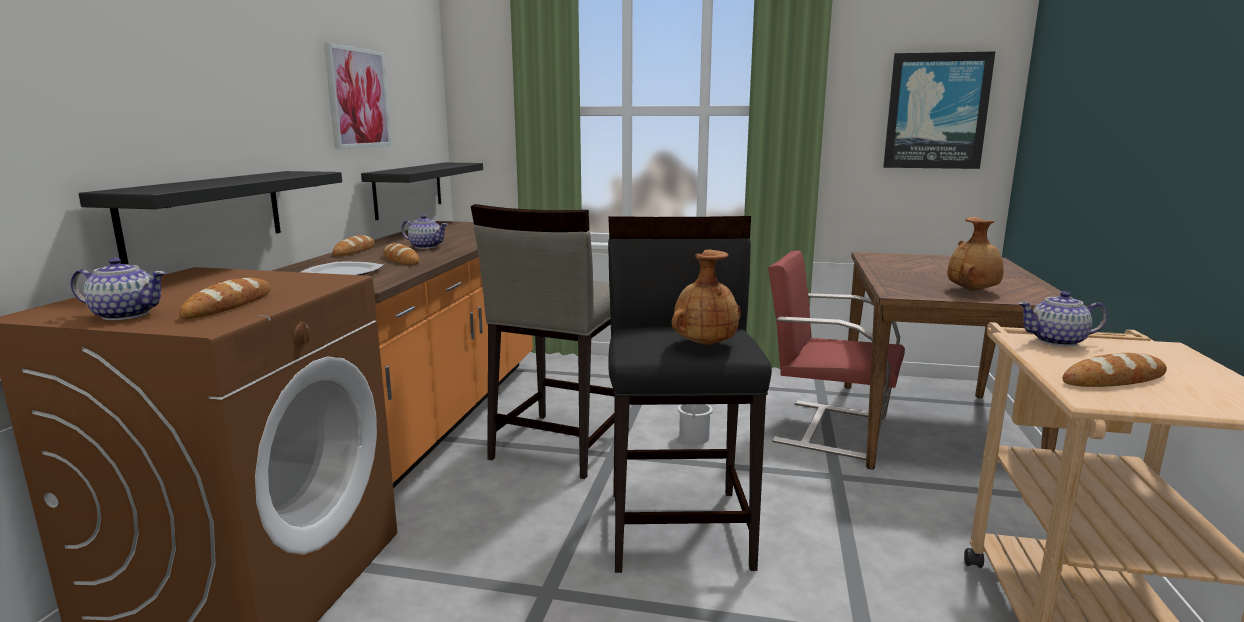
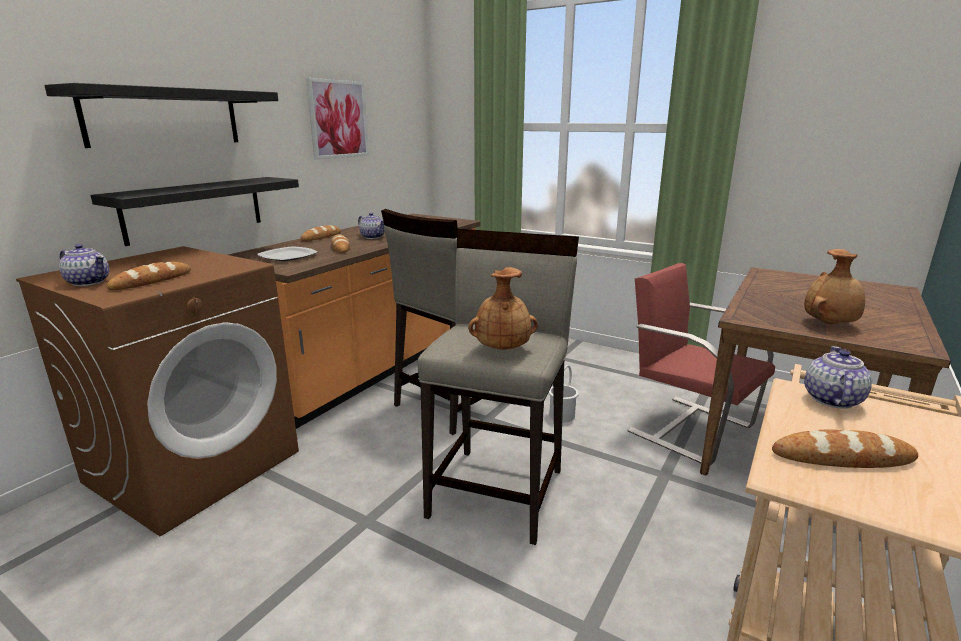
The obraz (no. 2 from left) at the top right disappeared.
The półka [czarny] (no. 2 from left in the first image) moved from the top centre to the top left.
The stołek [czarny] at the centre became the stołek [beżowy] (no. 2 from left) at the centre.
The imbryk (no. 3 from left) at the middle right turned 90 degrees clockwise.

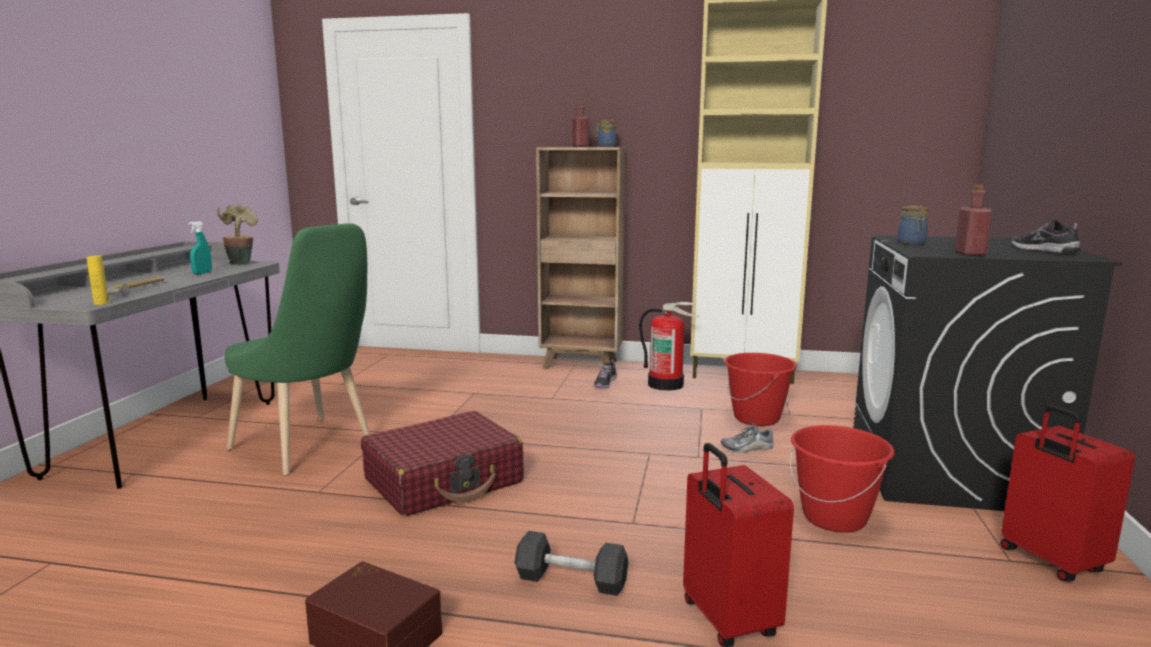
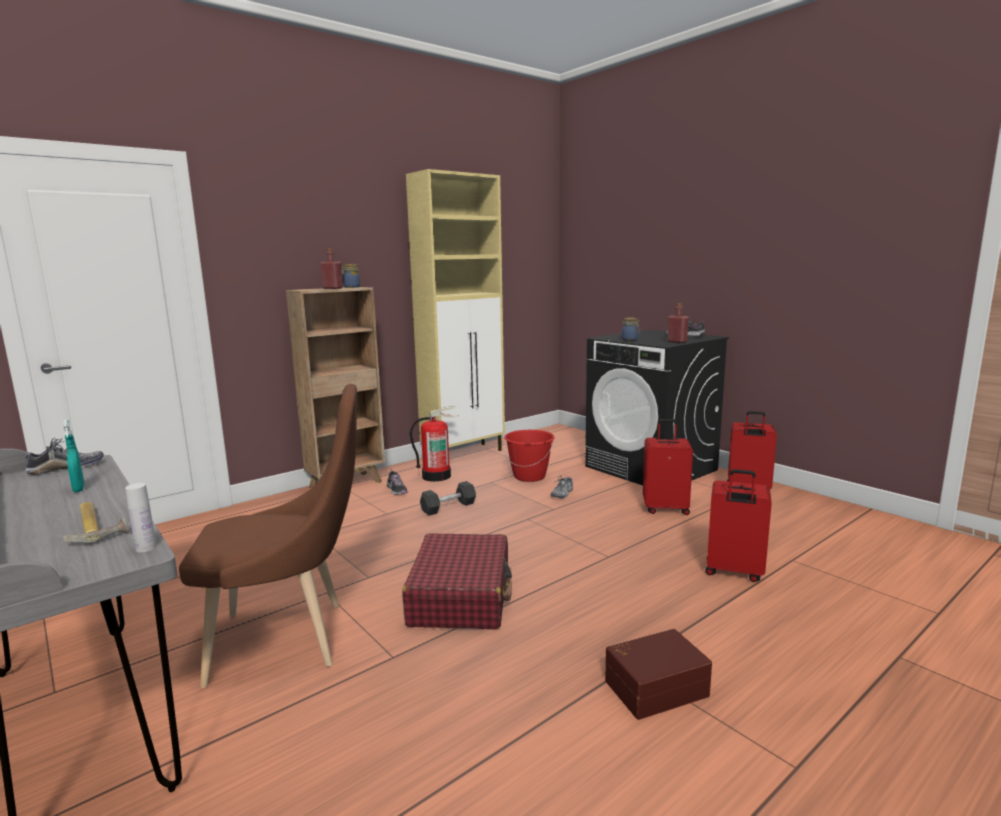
The roślina doniczkowa at the middle left was replaced by the but (no. 1 from left) at the middle left.
The krzesło [zielony] at the middle left became the krzesło [brązowy] at the middle left.
The butelka [żółty] at the middle left became the butelka [biały] at the middle left.
The wiadro [czerwony] (no. 2 from left) at the bottom right was replaced by the walizka [czerwony] (no. 2 from left) at the middle right.
The hantel [szary] moved from the bottom centre to the centre.

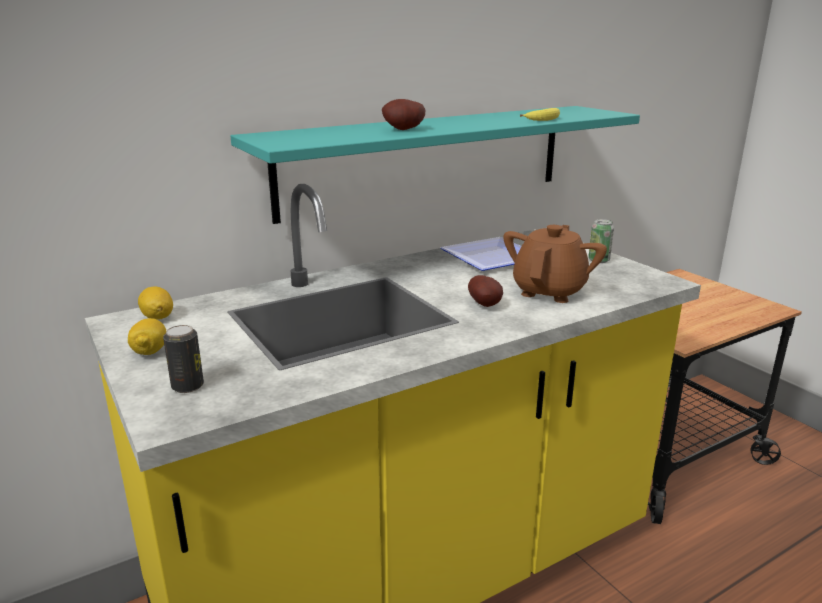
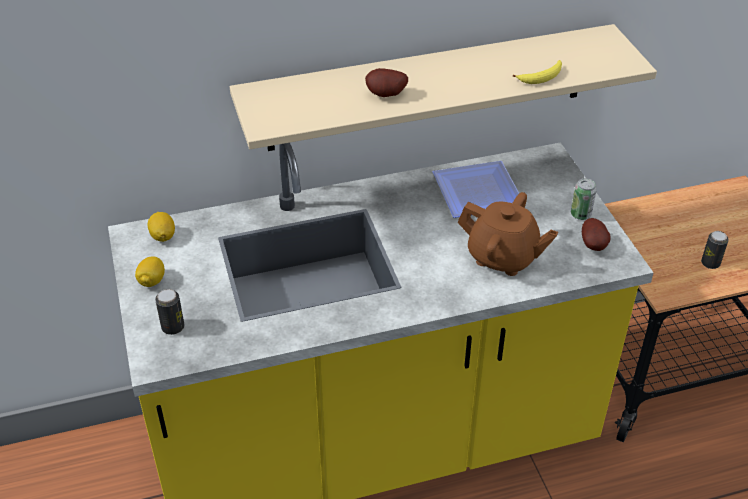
The półka [turkusowy] at the top centre became the półka [beżowy] at the top centre.
The imbryk [brązowy] at the middle right turned 75 degrees clockwise.
The ziemniak (no. 2 from left) moved from the centre to the middle right.
The puszka (no. 3 from left) at the middle right appeared.

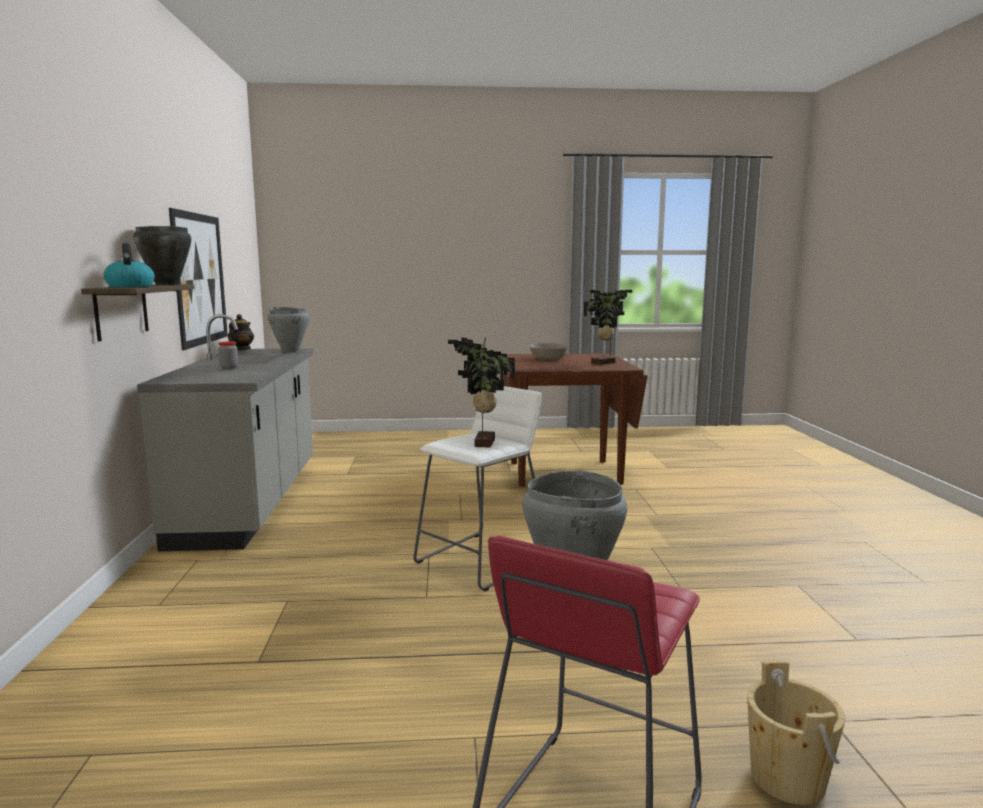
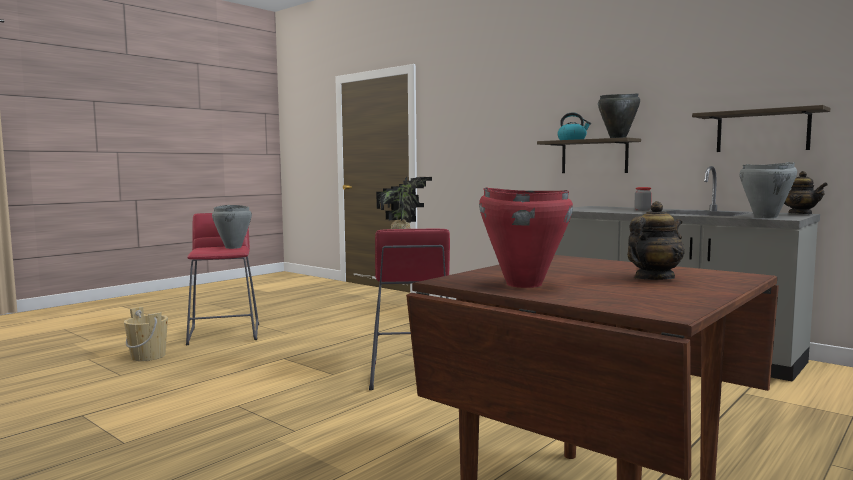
The obraz at the middle left was replaced by the półka (no. 2 from left) at the top right.
The roślina doniczkowa (no. 2 from left) at the centre was replaced by the garnek [czerwony] at the centre.
The miska [szary] at the centre was replaced by the imbryk (no. 1 from left) at the middle right.
The stołek [biały] at the centre became the stołek [czerwony] (no. 2 from left) at the centre.

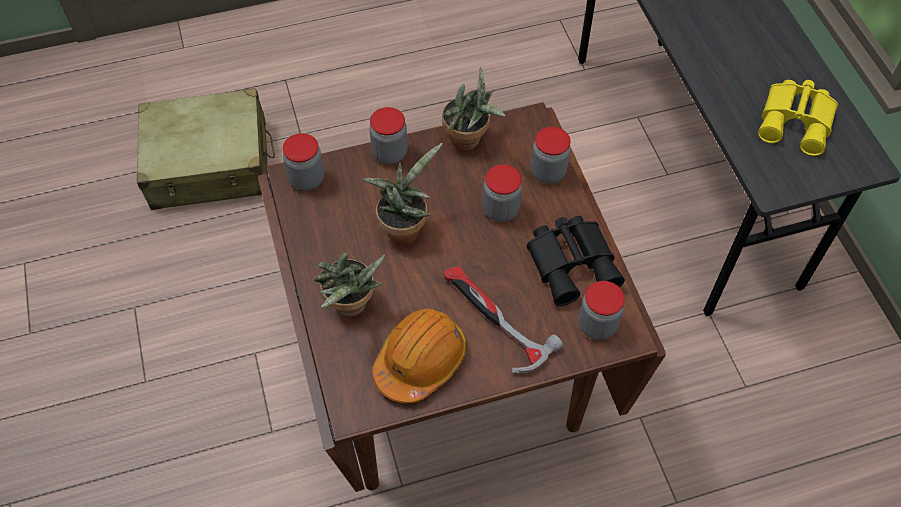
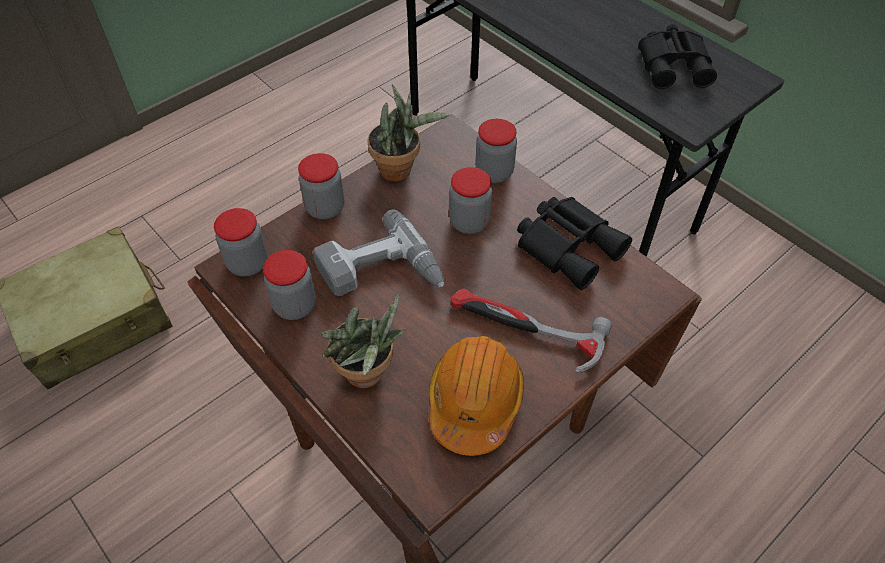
The lornetka [żółty] at the top right became the lornetka [czarny] (no. 2 from left) at the top right.
The roślina doniczkowa (no. 2 from left) at the centre was replaced by the wiertarka at the centre.
The słoik (no. 5 from left in the first image) moved from the middle right to the middle left.

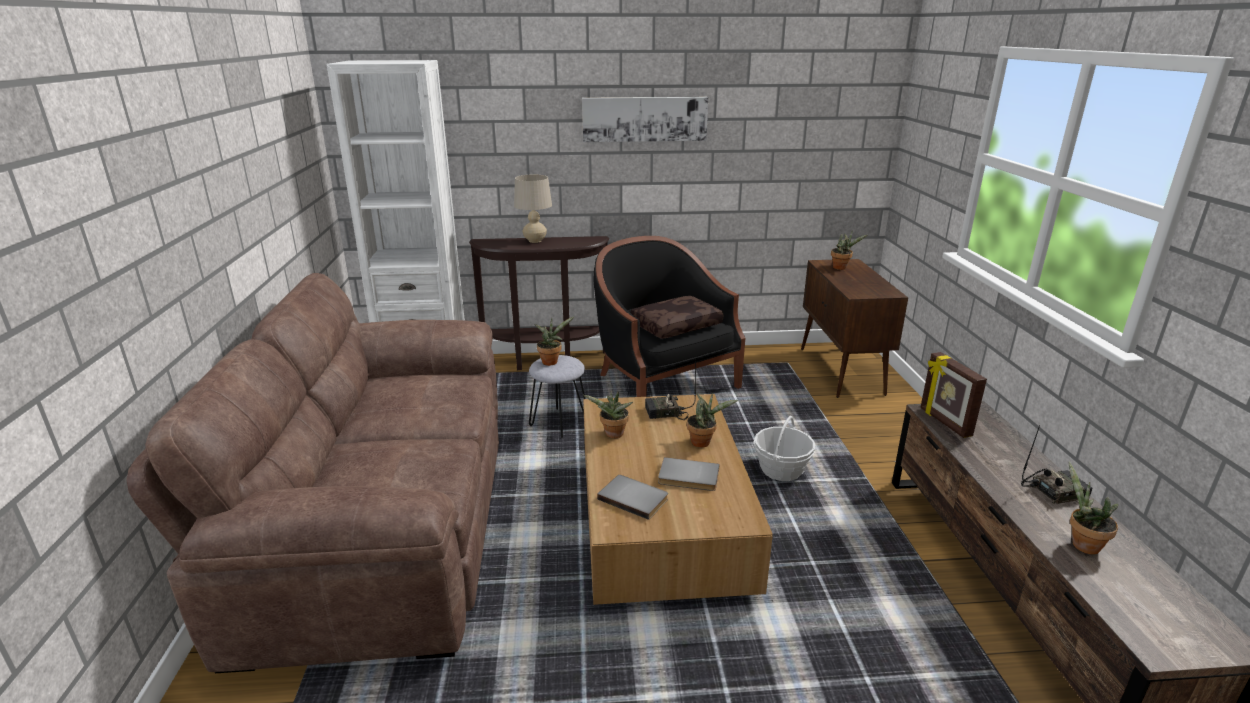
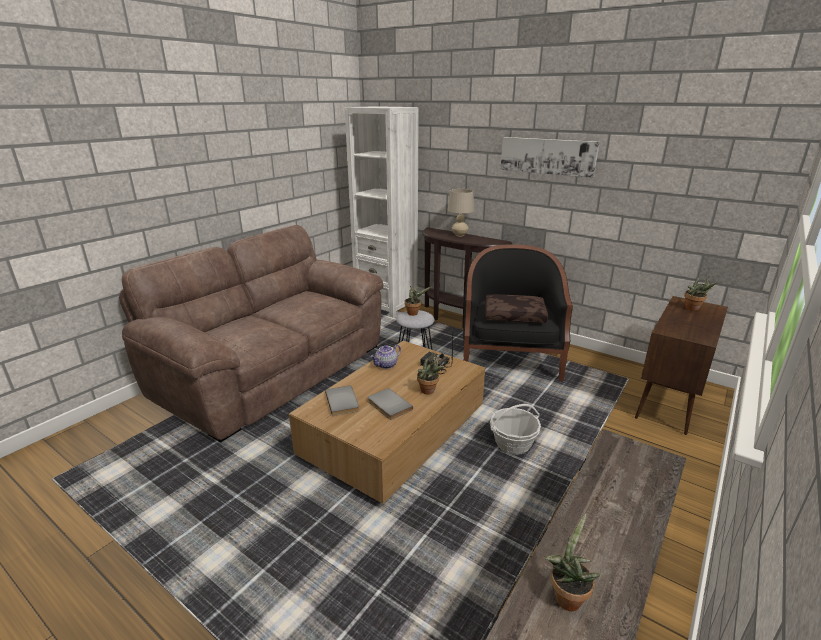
The ramka na zdjęcie at the middle right disappeared.
The roślina doniczkowa (no. 2 from left) at the centre was replaced by the imbryk at the centre.
The radio (no. 2 from left) at the middle right disappeared.

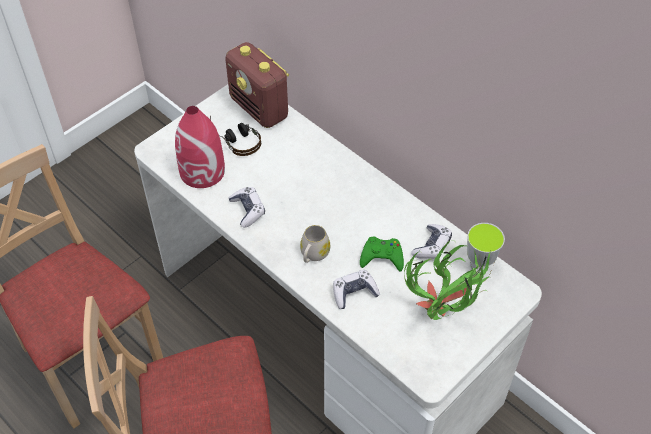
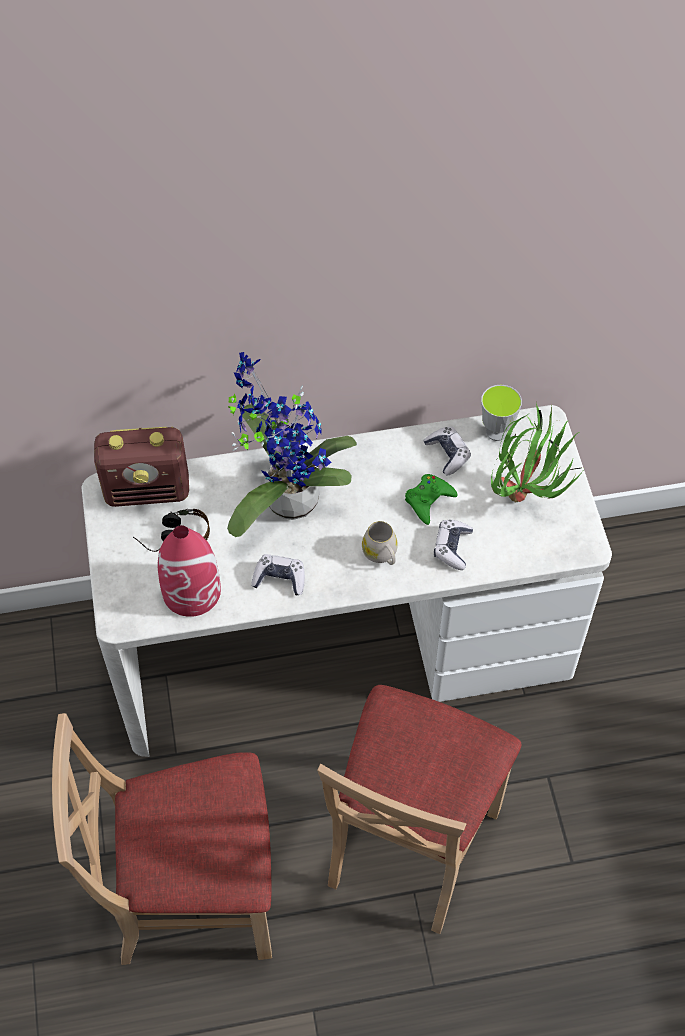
The roślina doniczkowa (no. 1 from left) at the centre appeared.

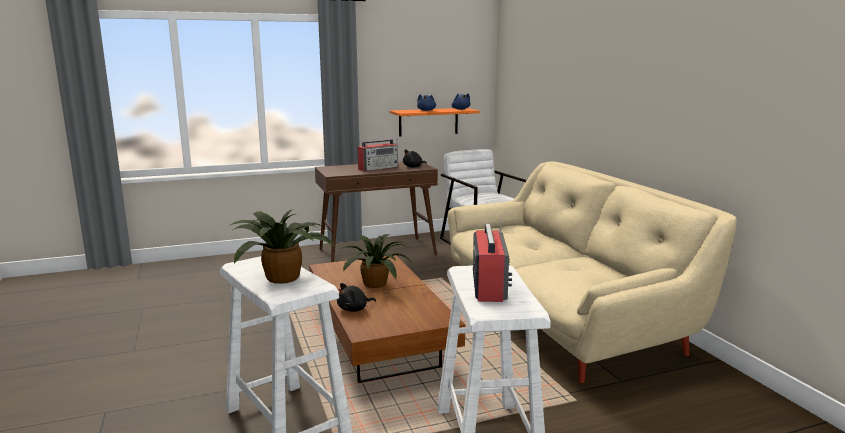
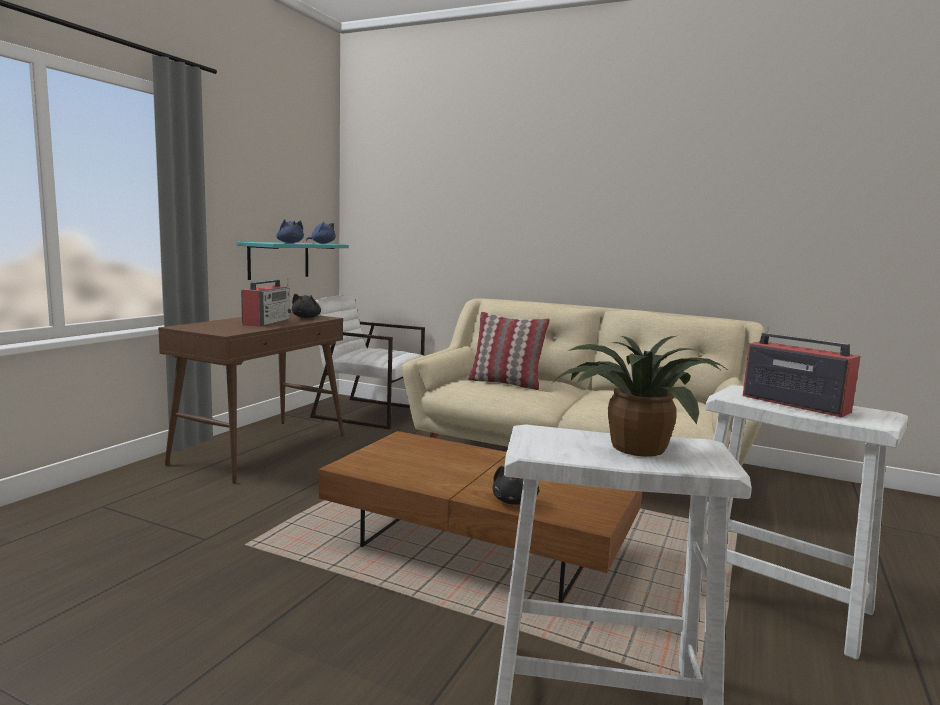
The półka [pomarańczowy] at the top centre became the półka [turkusowy] at the middle left.
The roślina doniczkowa (no. 2 from left) at the centre disappeared.
The poduszka at the centre appeared.

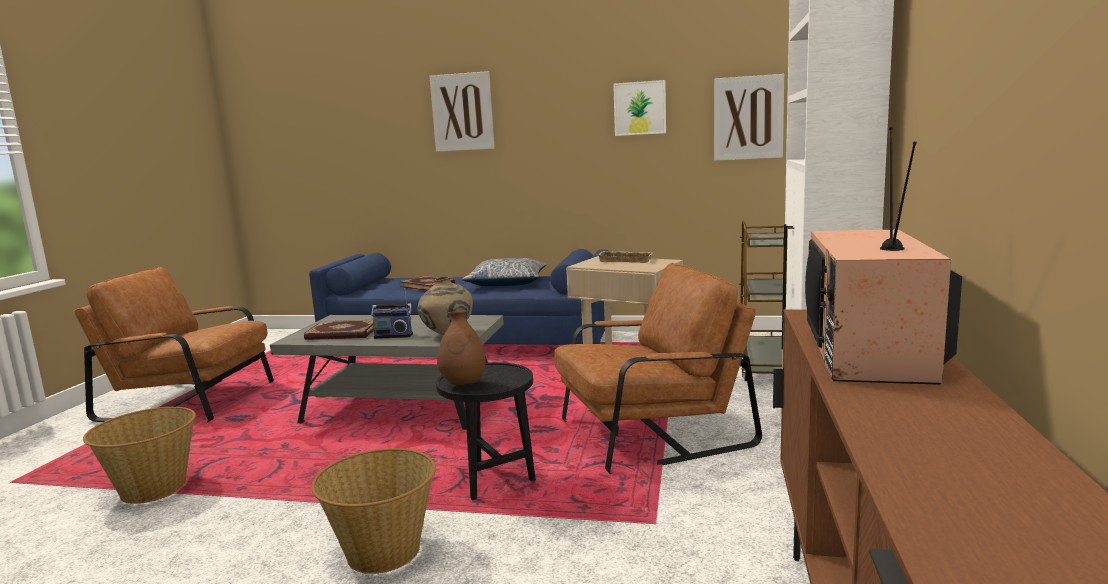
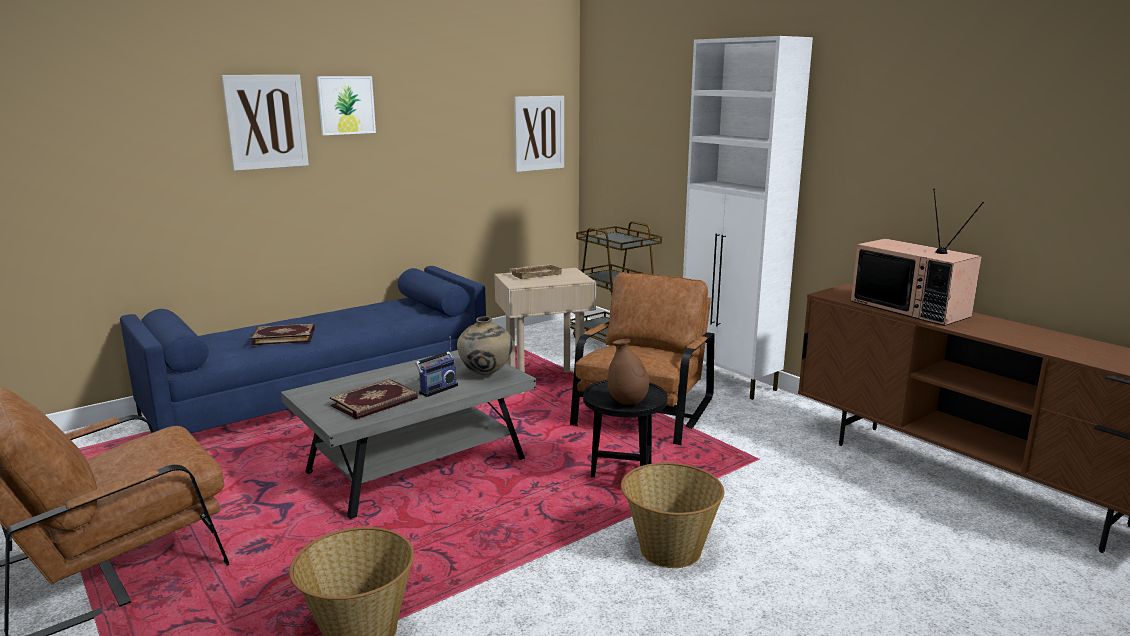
The obraz (no. 2 from left) moved from the top centre to the top left.
The poduszka at the centre disappeared.

